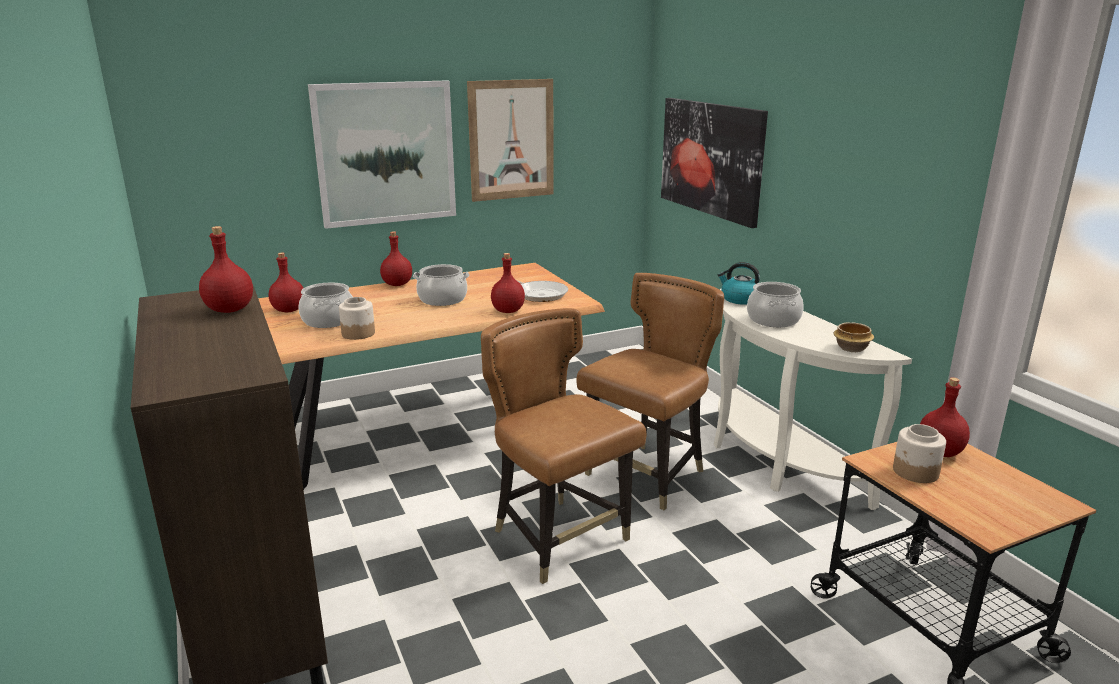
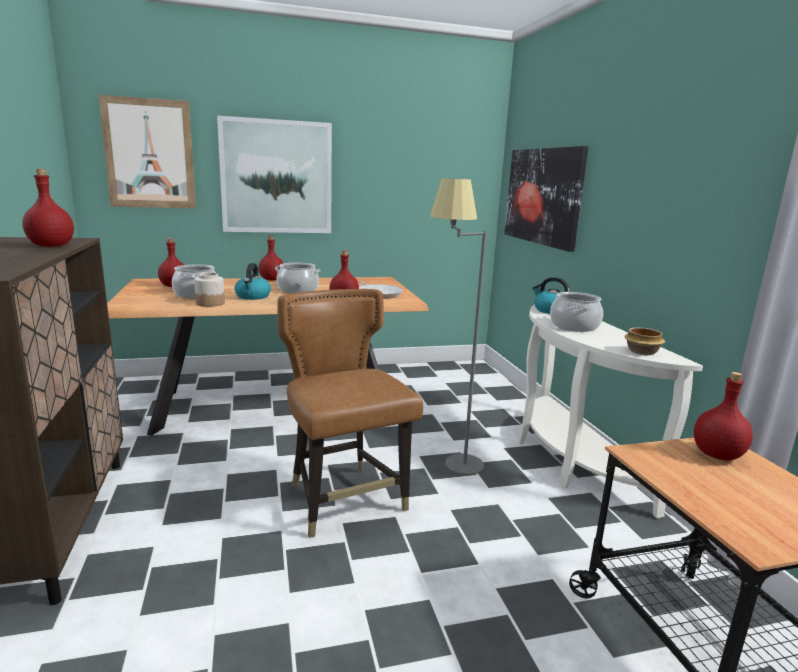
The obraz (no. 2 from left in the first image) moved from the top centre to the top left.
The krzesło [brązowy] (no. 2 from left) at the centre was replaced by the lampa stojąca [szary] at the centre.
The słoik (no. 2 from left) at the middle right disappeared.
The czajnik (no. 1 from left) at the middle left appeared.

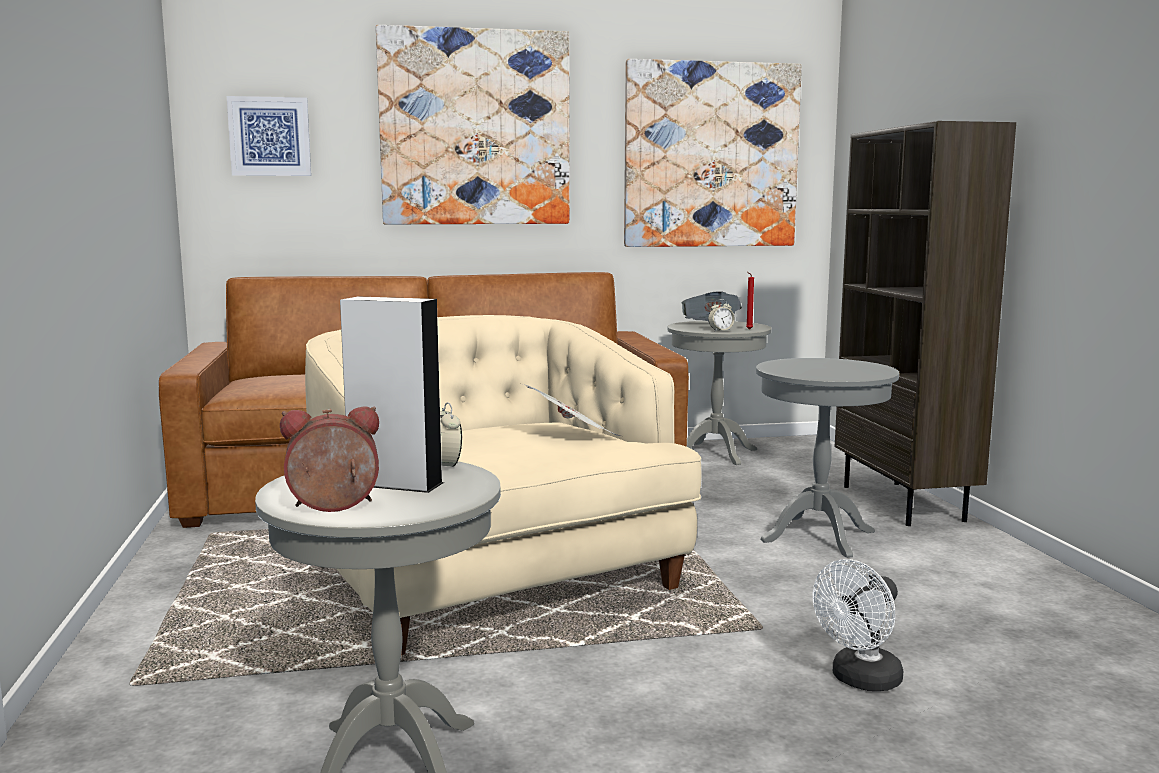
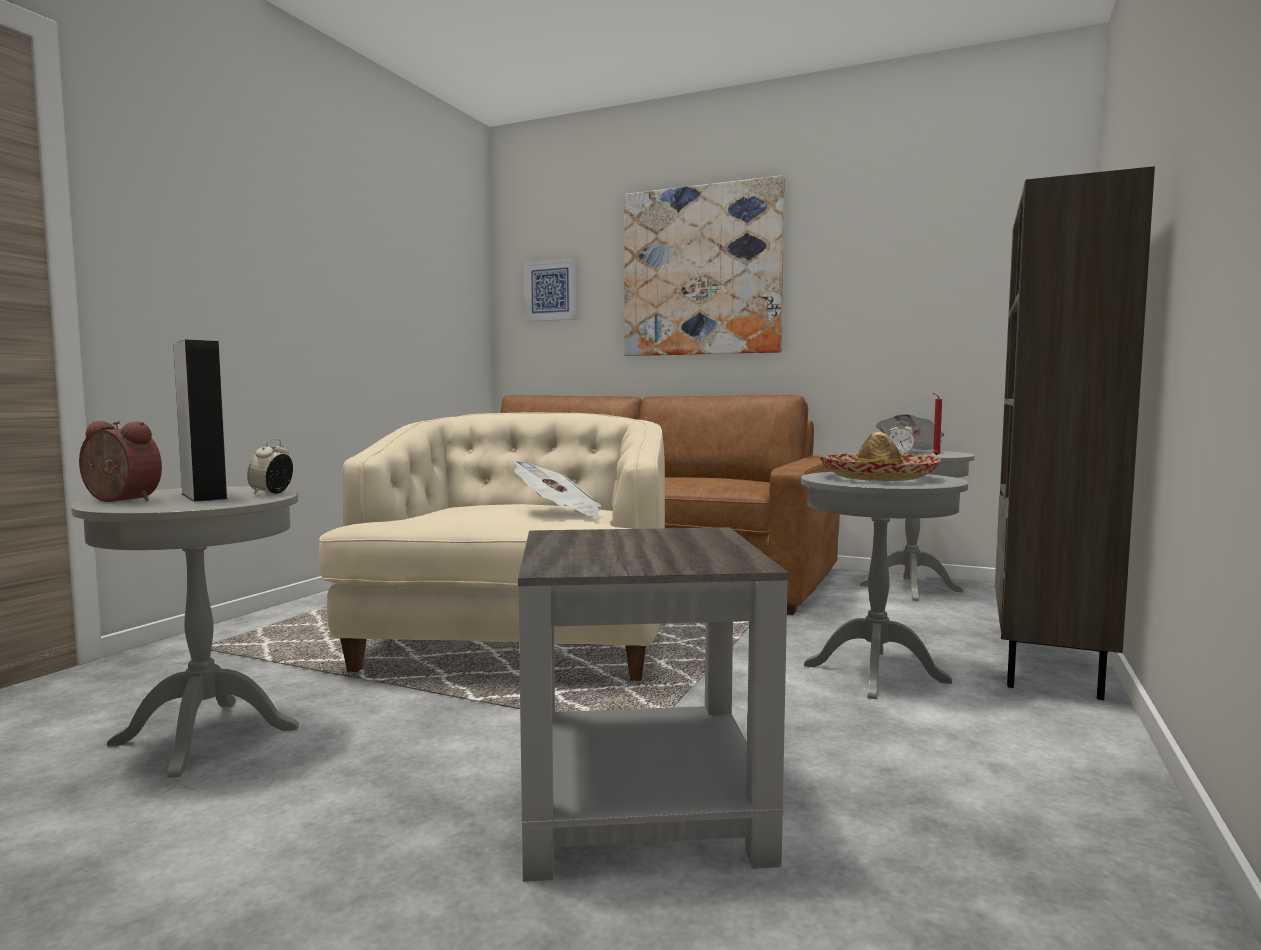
The obraz (no. 3 from left) at the top centre disappeared.
The wentylator [biały] at the bottom right was replaced by the stolik [szary] (no. 2 from left) at the bottom centre.
The kapelusz at the middle right appeared.

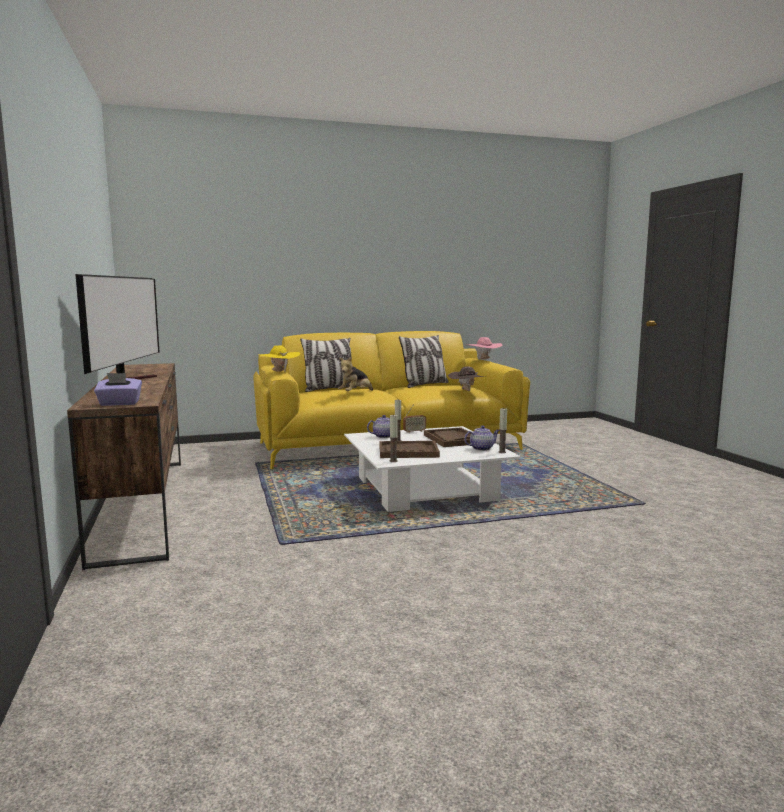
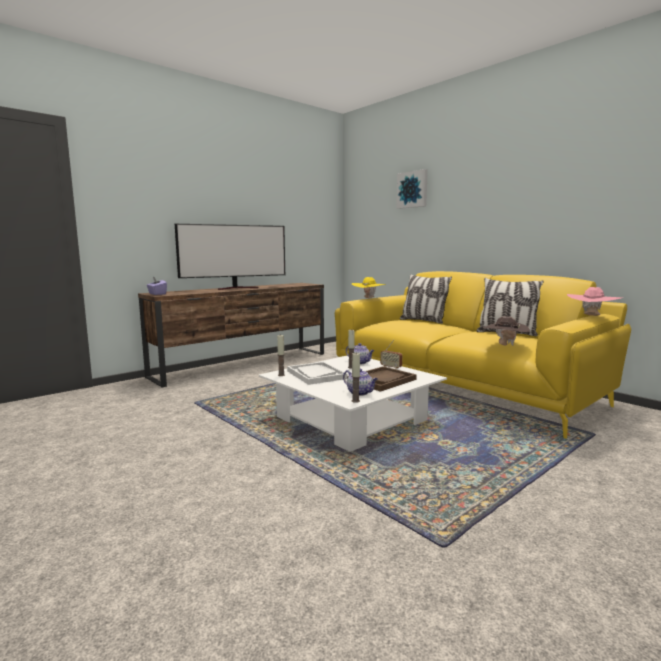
The pluszak at the centre disappeared.
The taca [brązowy] (no. 1 from left) at the centre became the taca [biały] at the centre.
The obraz at the top centre appeared.

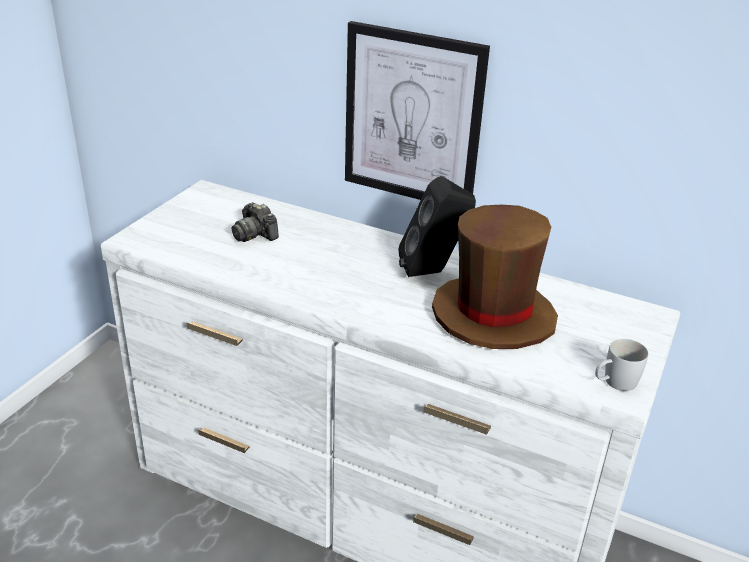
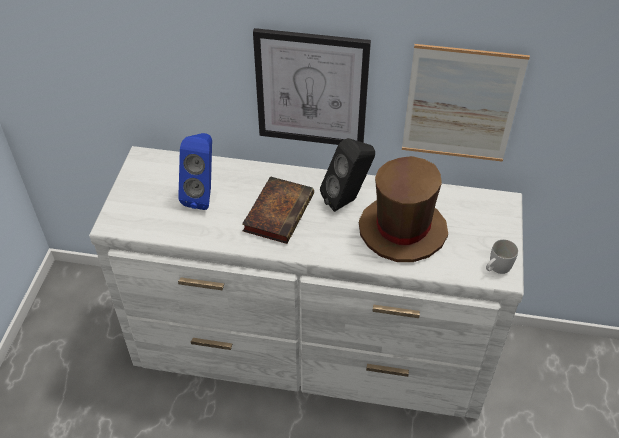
The aparat fotograficzny at the centre was replaced by the głośnik [niebieski] at the middle left.
The obraz (no. 2 from left) at the top right appeared.
The książka at the centre appeared.

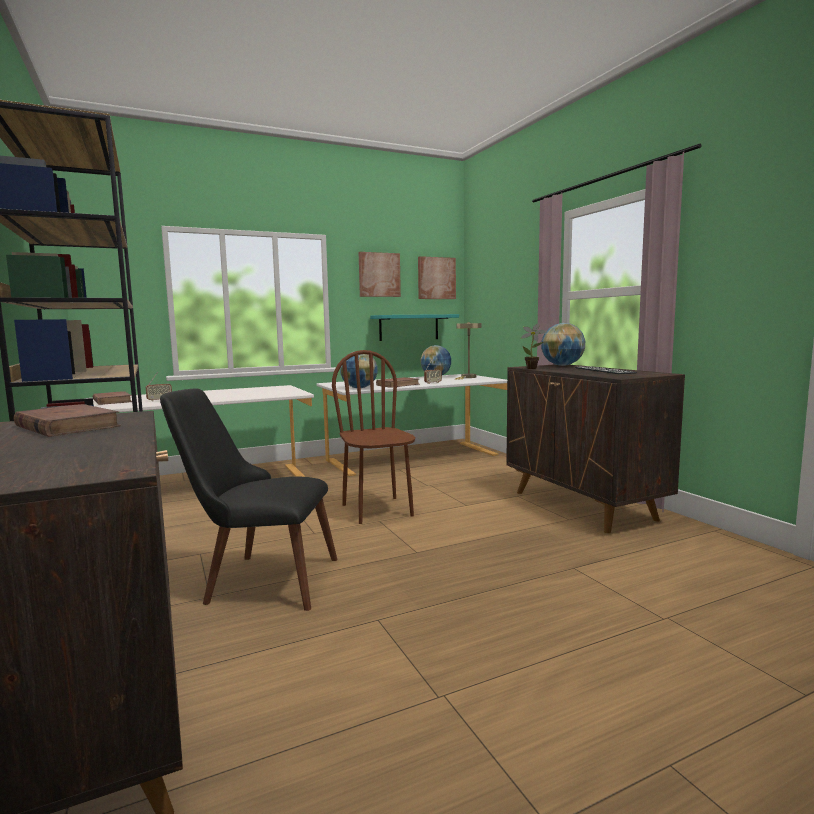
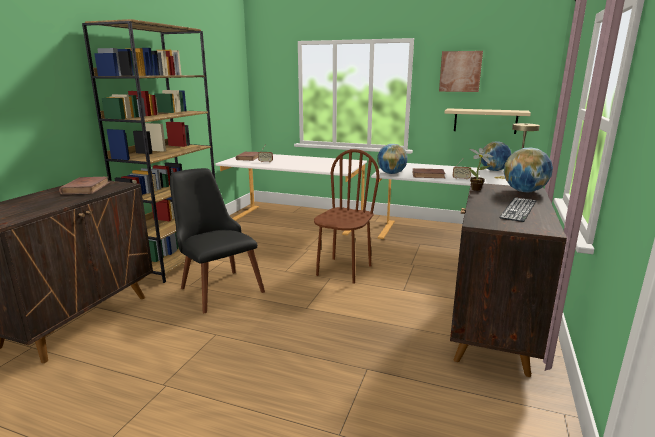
The obraz (no. 2 from left) at the centre disappeared.
The półka [turkusowy] at the centre became the półka [beżowy] at the top right.

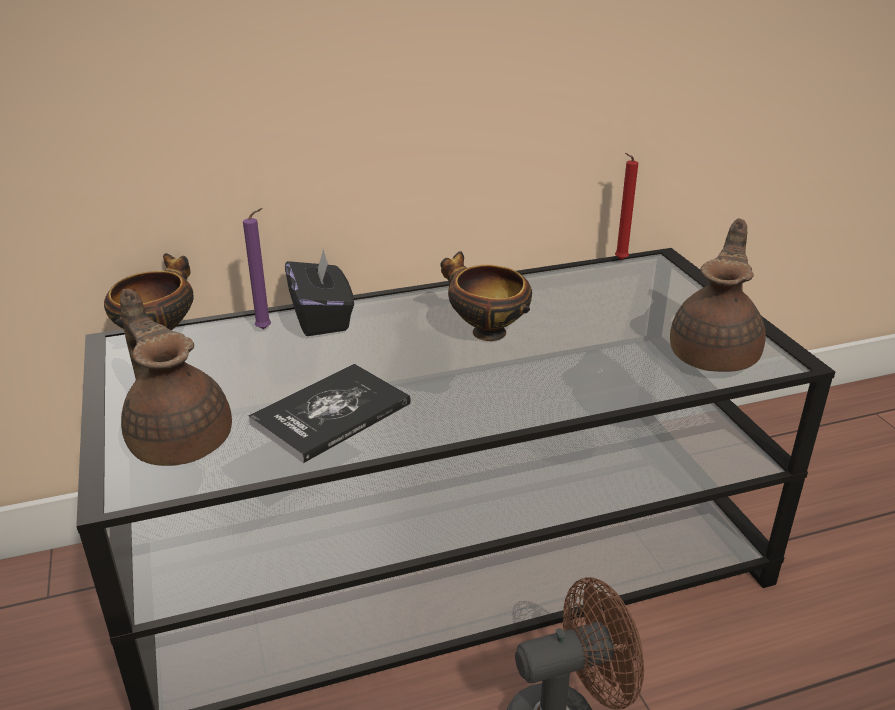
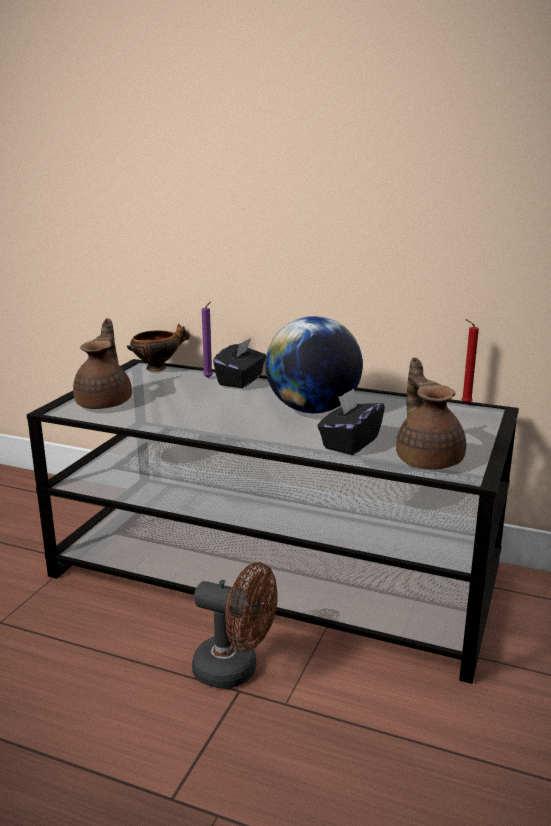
The imbryk [brązowy] (no. 2 from left) at the middle right turned 75 degrees counterclockwise.
The miska (no. 2 from left) at the centre was replaced by the globus at the centre.
The książka at the centre disappeared.
The pudełko chusteczek [czarny] (no. 2 from left) at the centre appeared.

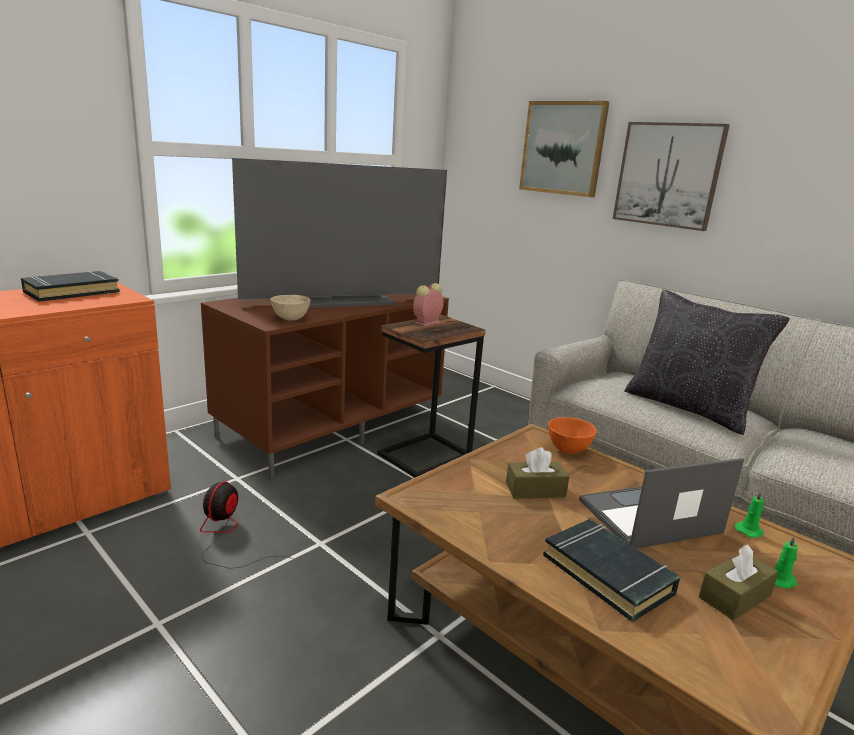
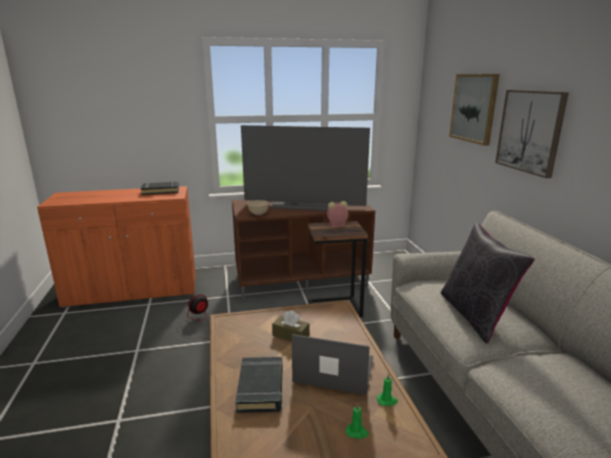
The miska [pomarańczowy] at the middle right disappeared.
The pudełko chusteczek [brązowy] (no. 2 from left) at the bottom right disappeared.

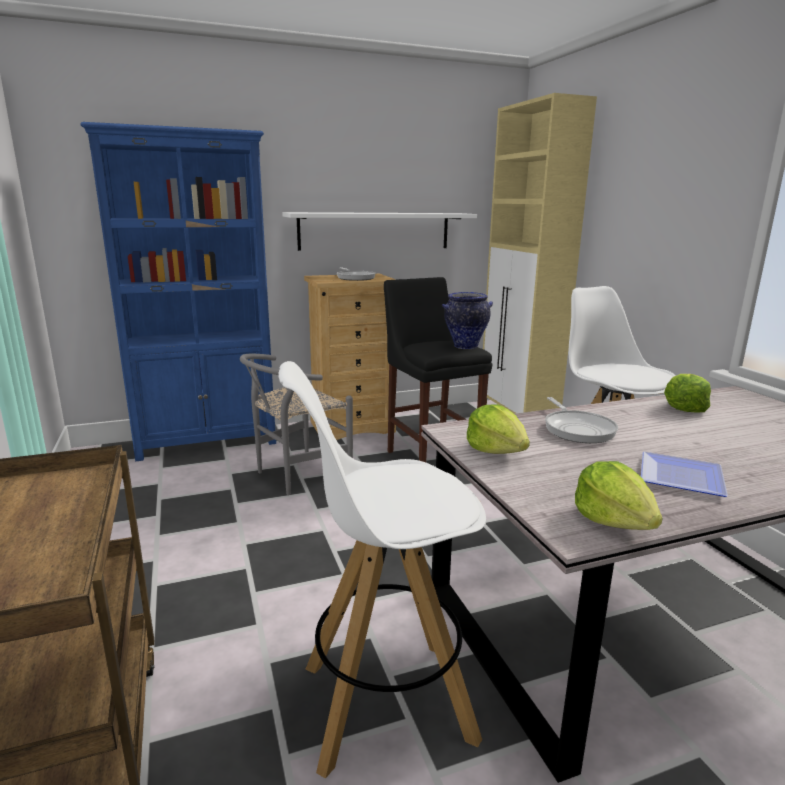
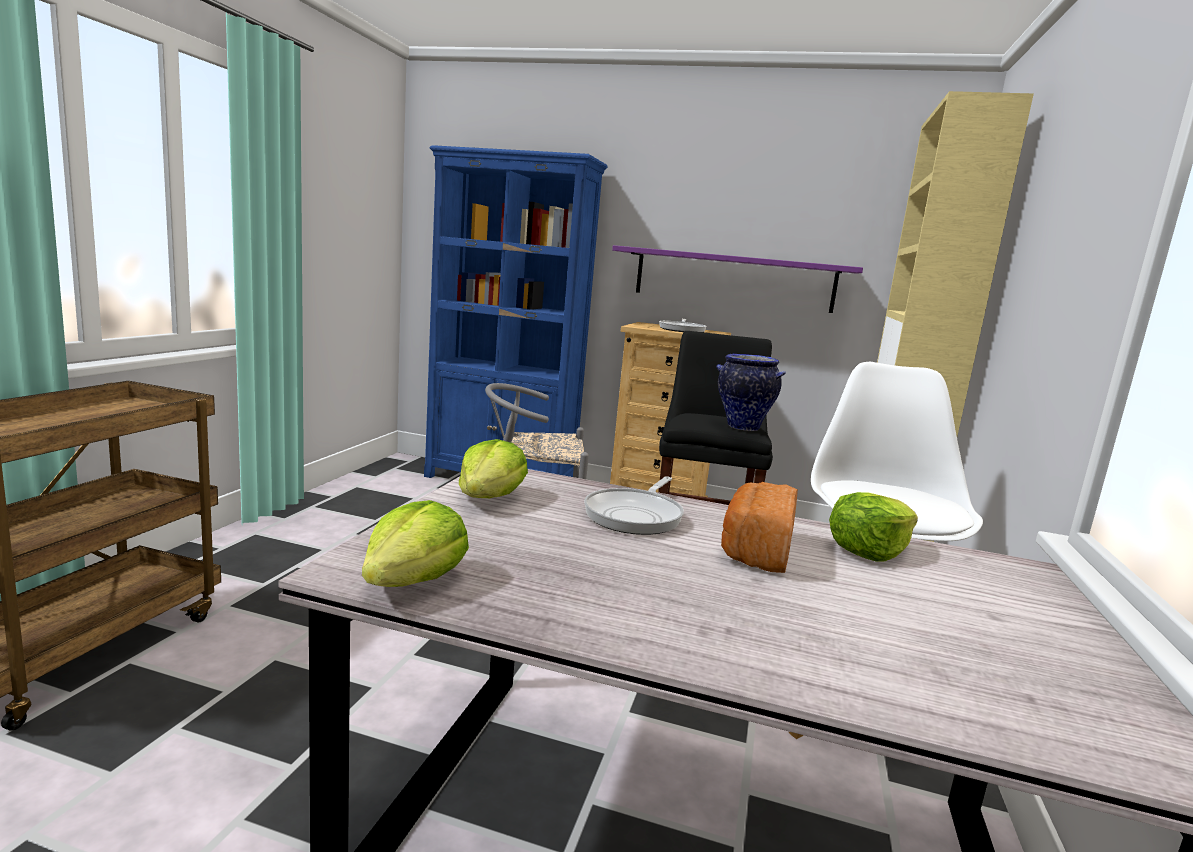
The półka [biały] at the top centre became the półka [fioletowy] at the top centre.
The stołek [biały] (no. 1 from left) at the bottom centre disappeared.
The talerz at the middle right disappeared.
The chleb at the centre appeared.

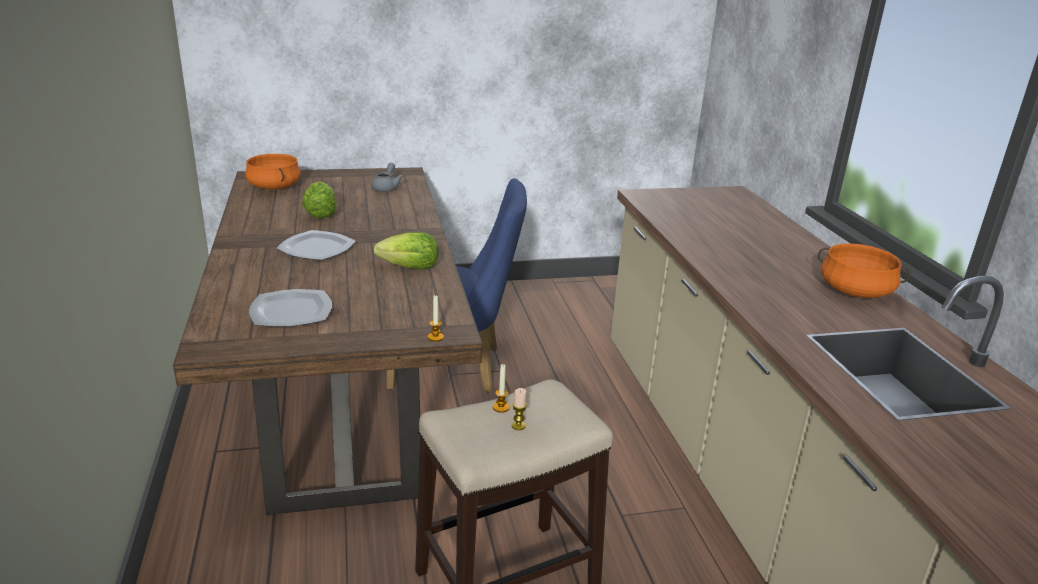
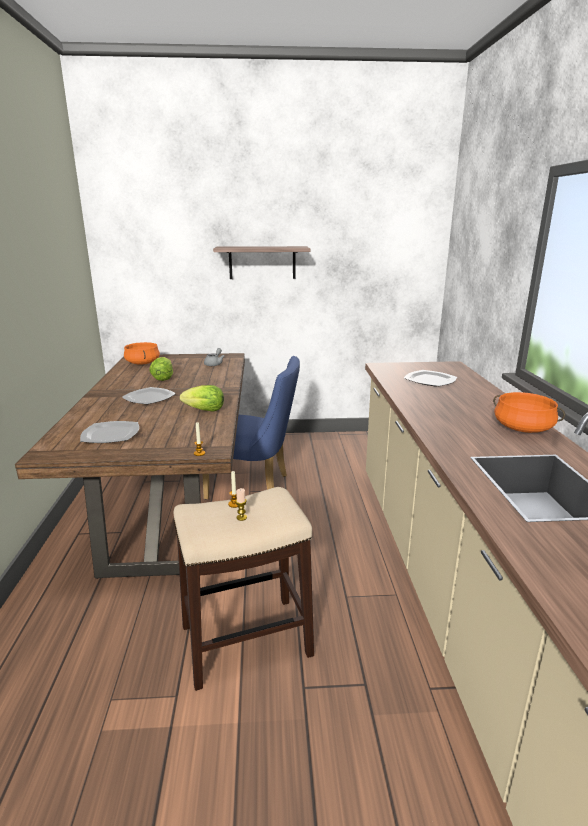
The półka at the top centre appeared.
The talerz (no. 3 from left) at the middle right appeared.

